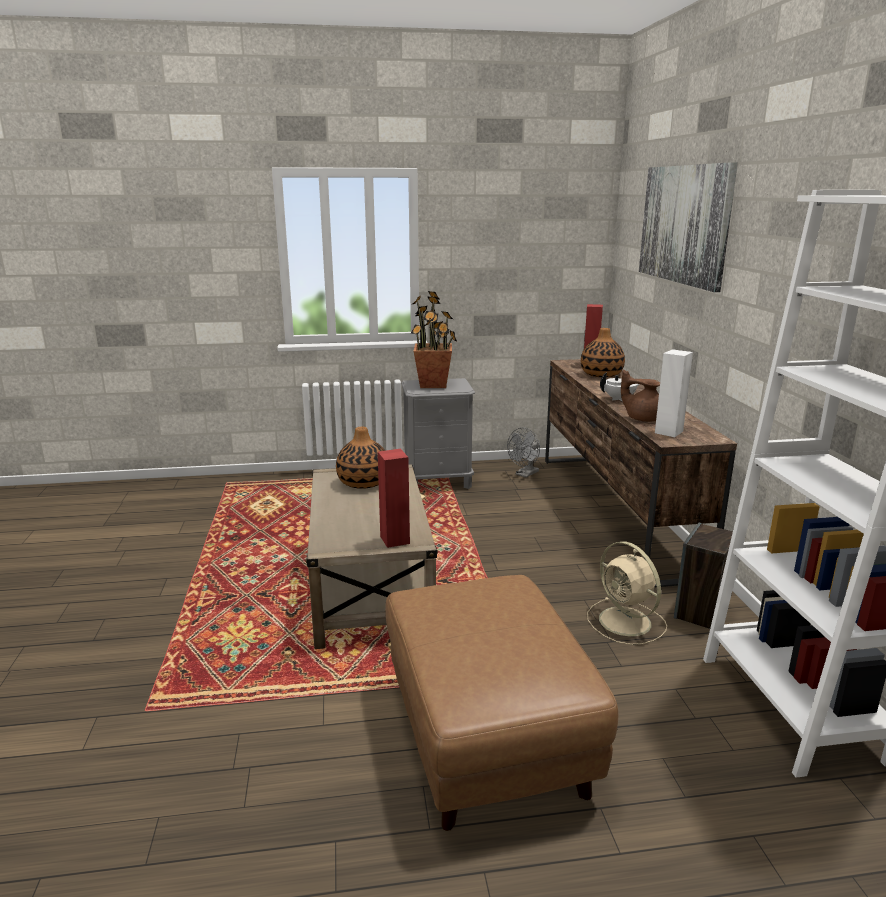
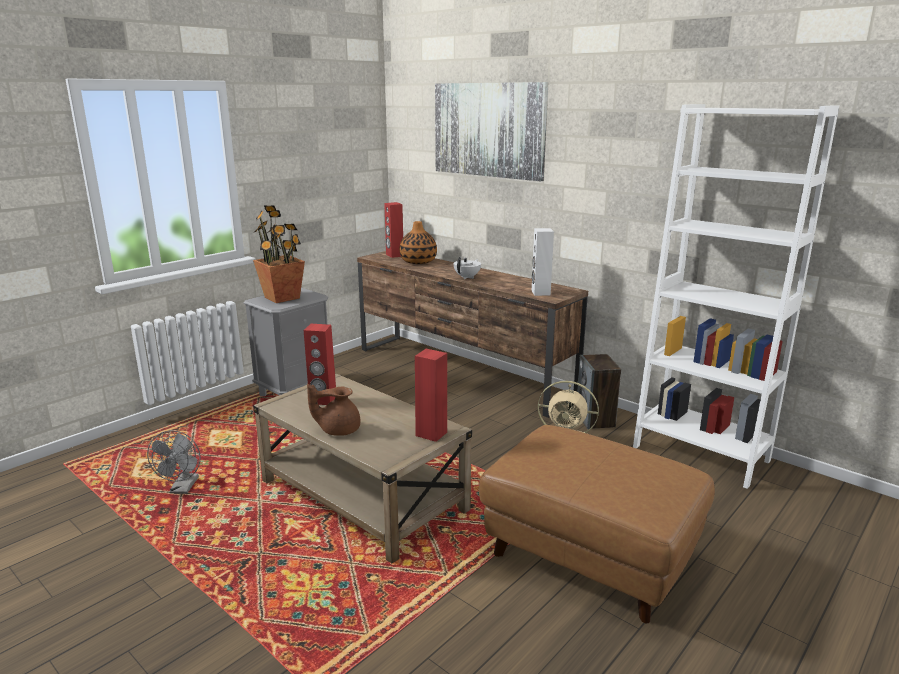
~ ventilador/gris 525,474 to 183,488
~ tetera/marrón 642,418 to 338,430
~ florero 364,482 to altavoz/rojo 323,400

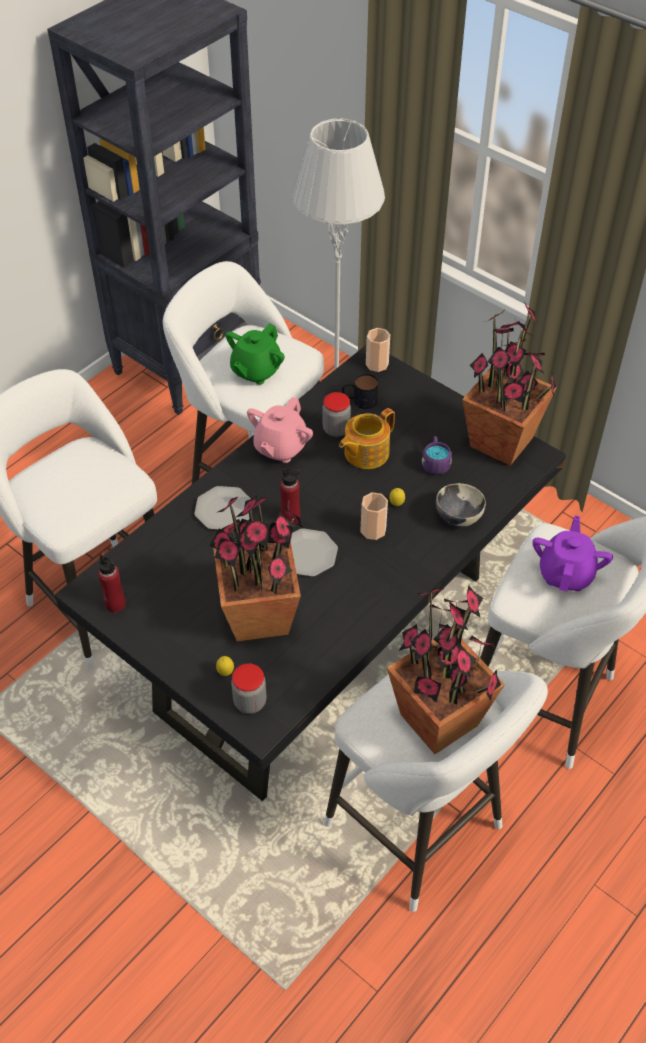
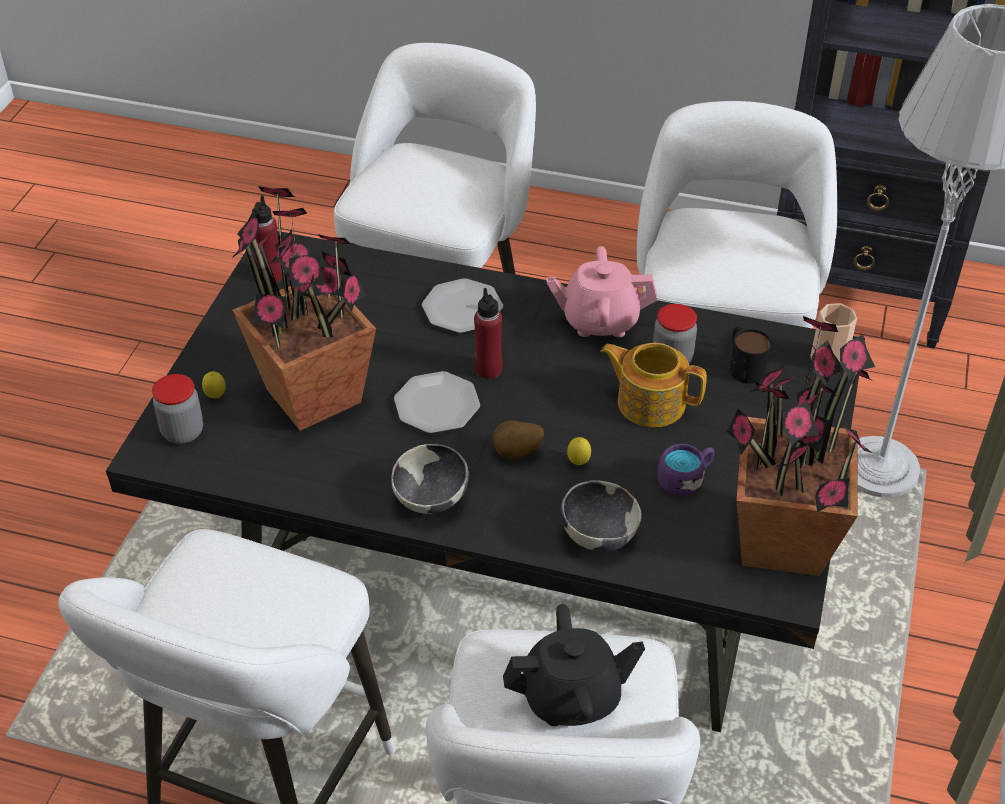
- tetera/verde 256,371
- planta en maceta 438,721
+ cuenco 431,500
~ taza 373,530 to patata 517,454
~ tetera/morado 566,573 to tetera/negro 572,697

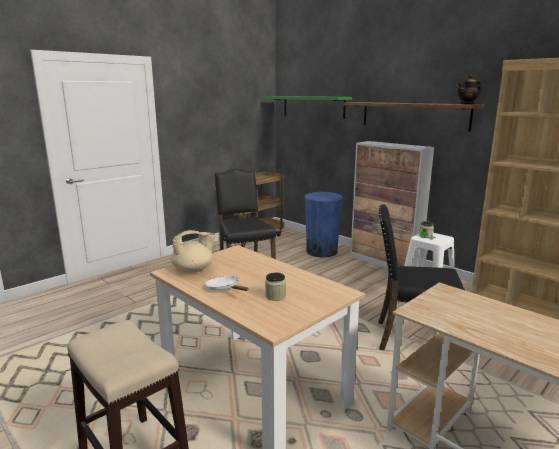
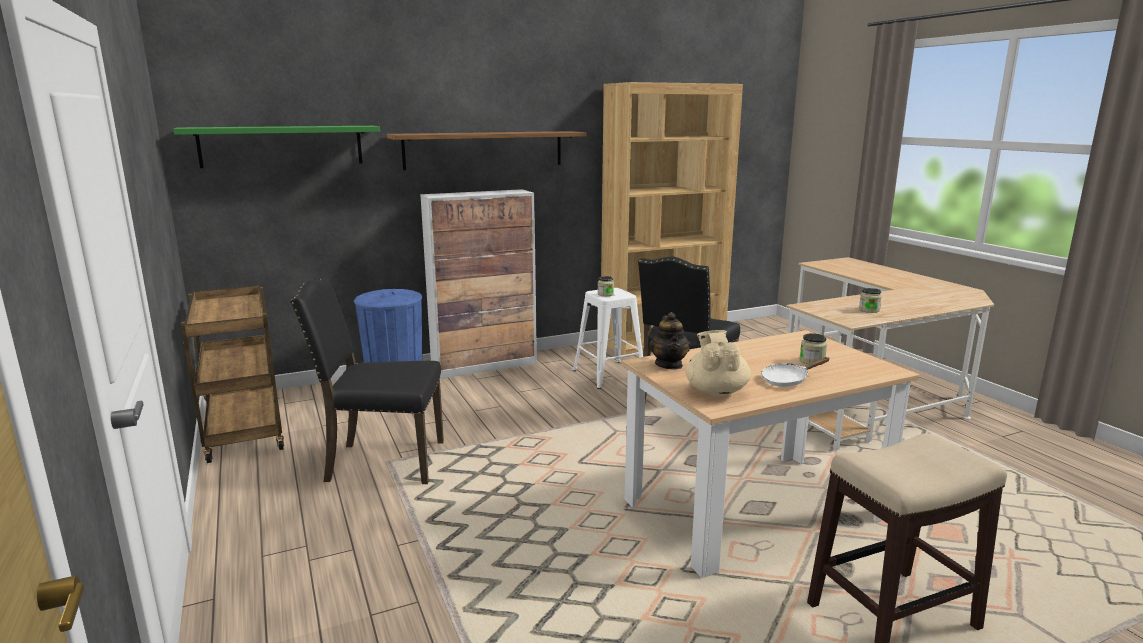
+ tarro 869,310
~ tetera 467,104 to 669,365

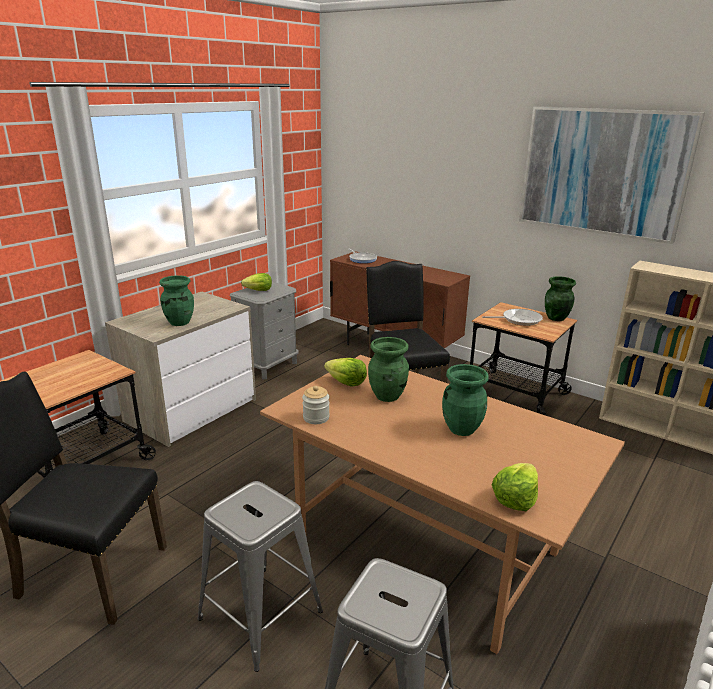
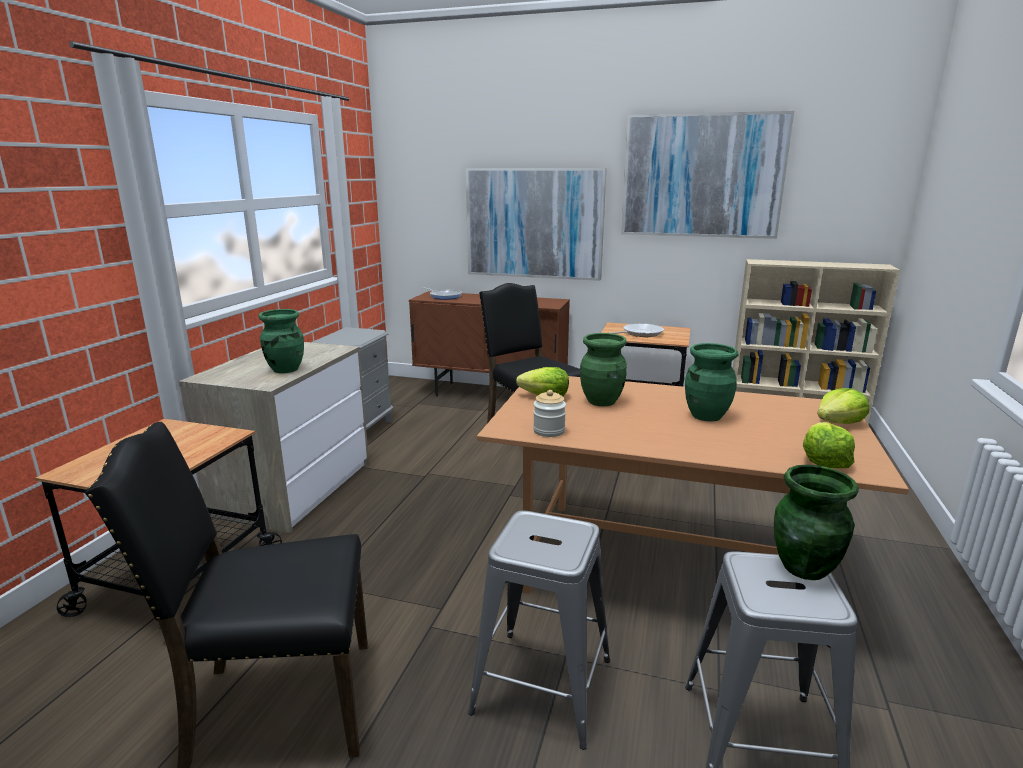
+ cuadro 534,223
~ lechuga 258,290 to 838,423
~ florero/verde 556,318 to 805,568

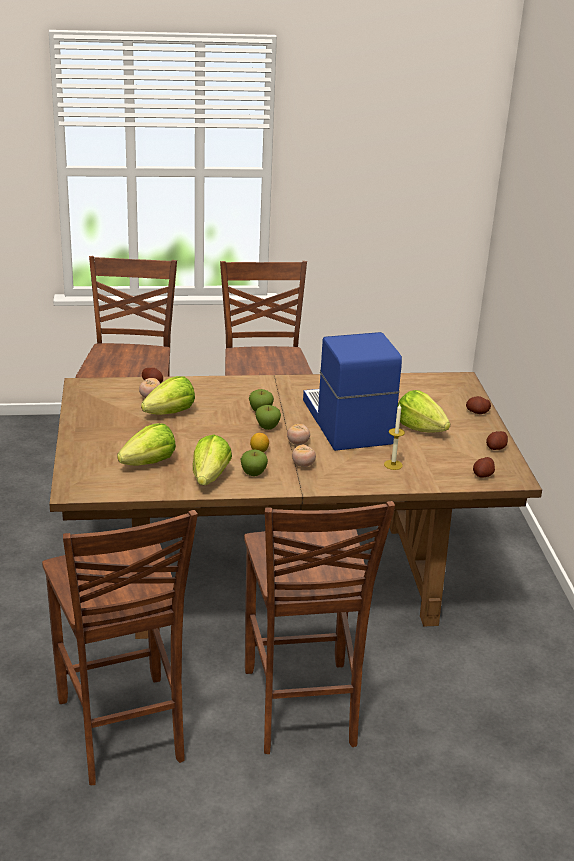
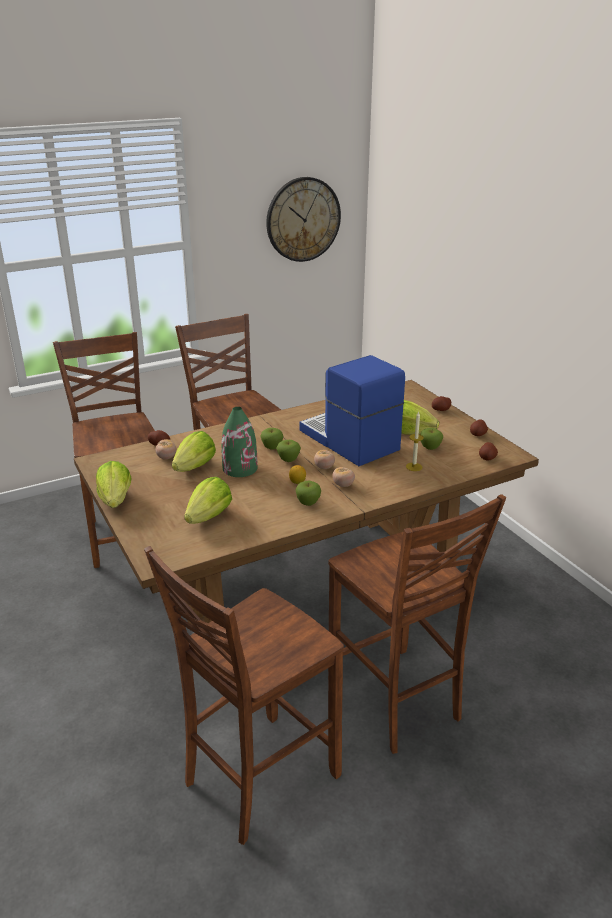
+ florero/verde 240,468
+ reloj de pared 303,219
+ manzana 430,448
~ lechuga 210,477 to 115,500
~ silla/marrón 122,732 = 257,778 90 degrees clockwise

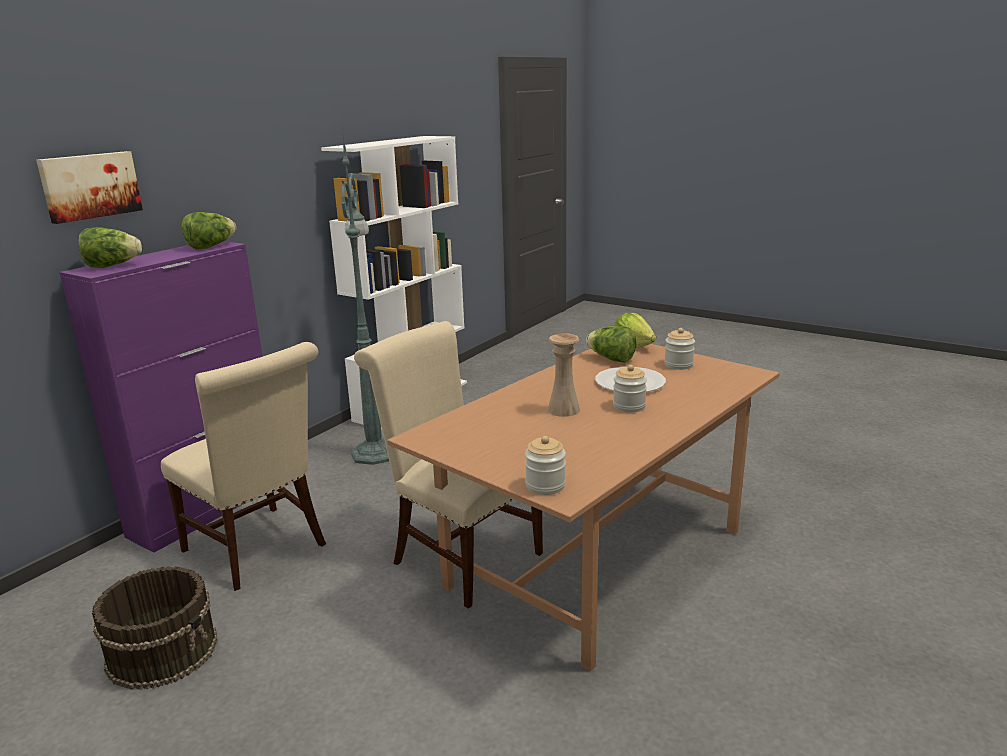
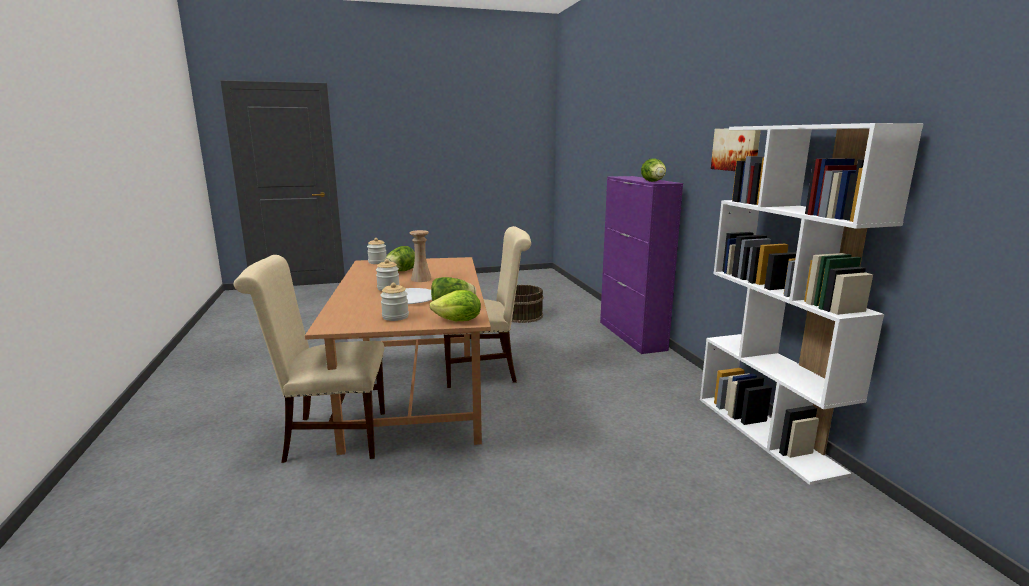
- lámpara de pie/verde 375,452
~ cuadro 90,186 to 736,149
~ lechuga 112,266 to 400,271
~ silla/beis 260,550 to 329,436

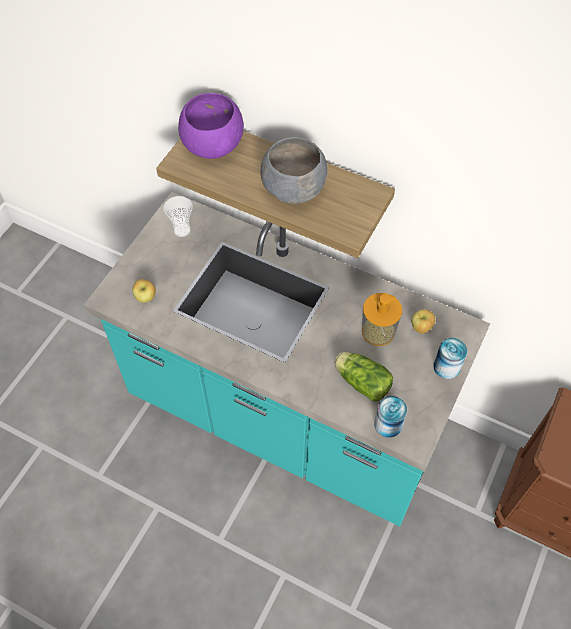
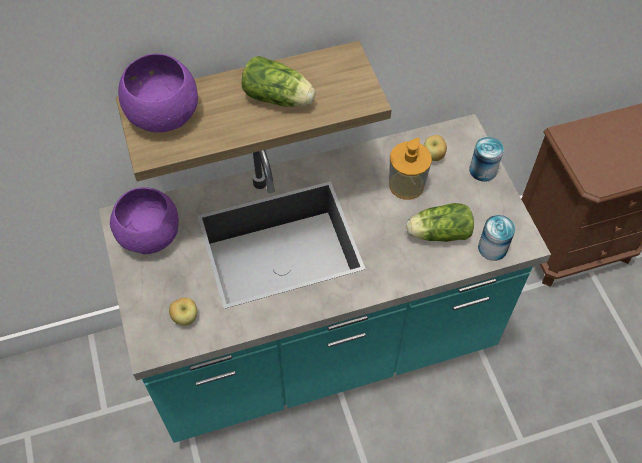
~ taza 182,230 to cuenco/morado 149,234
~ cuenco/gris 294,188 to lechuga 280,98

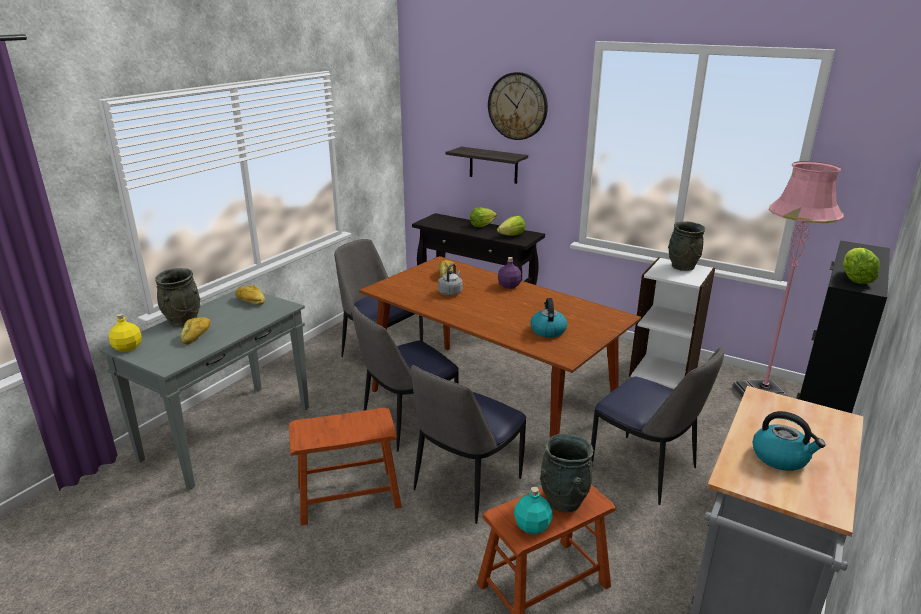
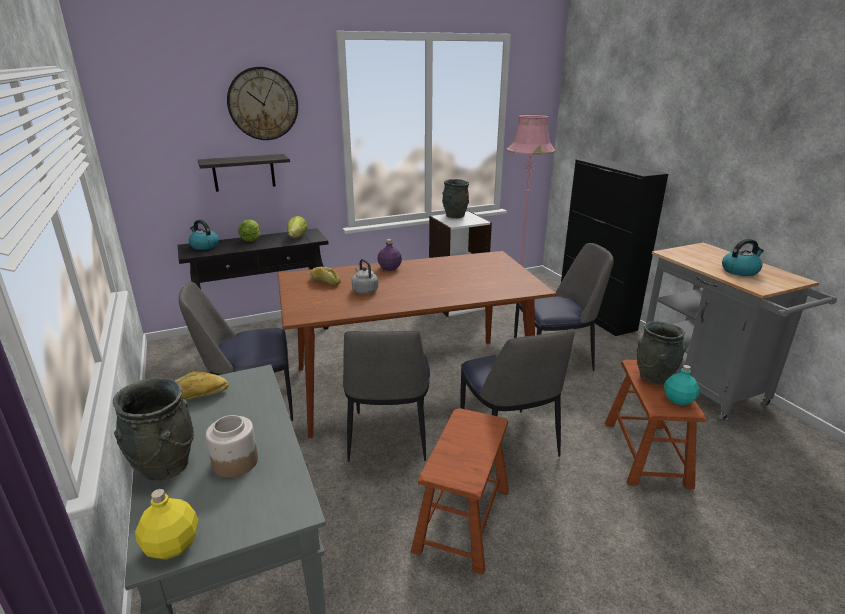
- lechuga 854,278
~ hervidor 547,330 to 204,246
~ pan 197,336 to tarro 235,462

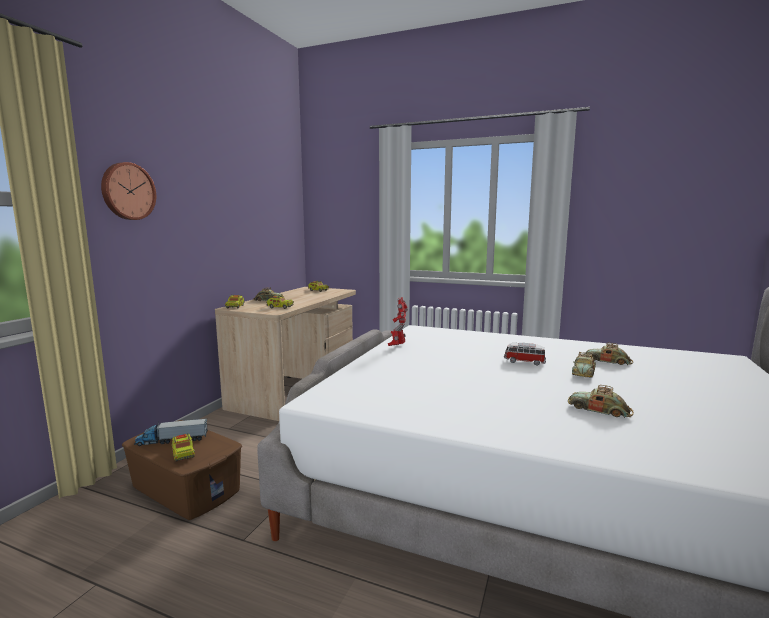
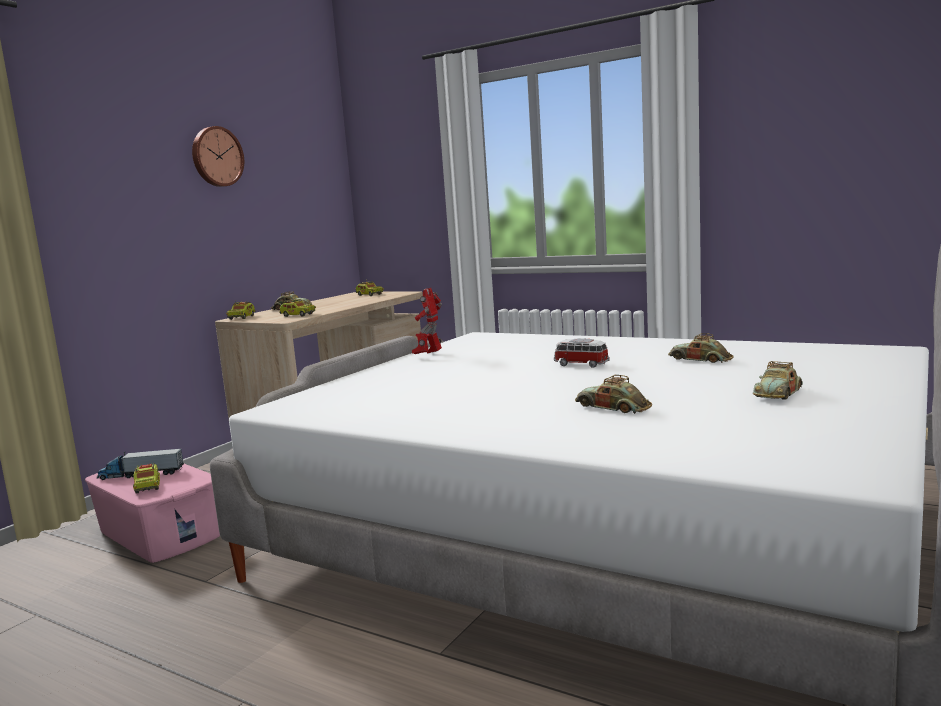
~ reloj de pared 127,191 to 216,157
~ coche de juguete 583,372 to 778,394
~ caja de almacenaje/marrón 186,487 to caja de almacenaje/rosa 160,533

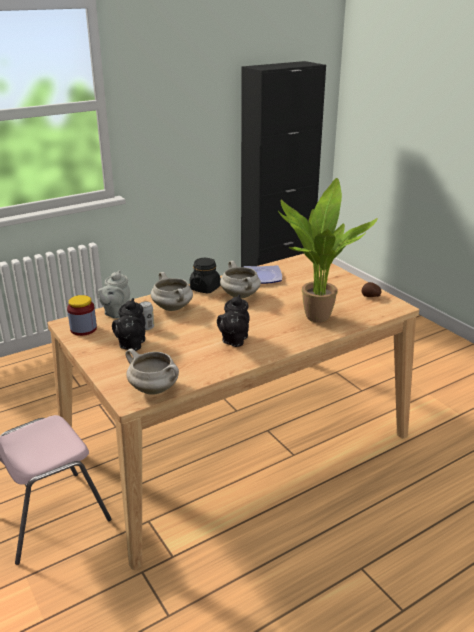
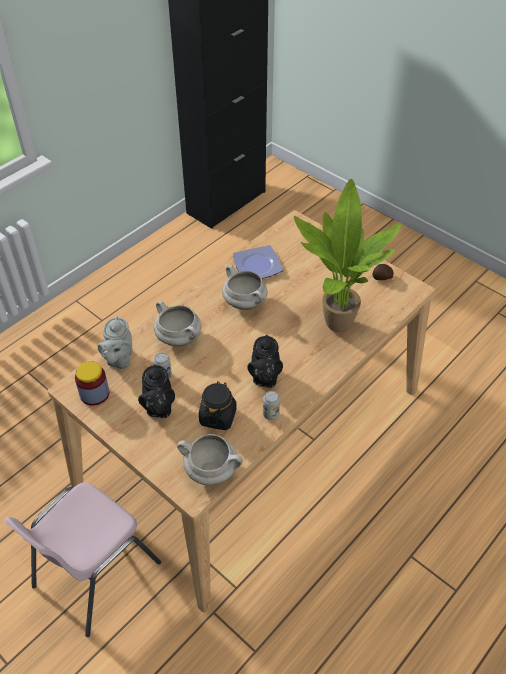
+ lata 271,414
~ tarro/negro 205,288 to 218,416

